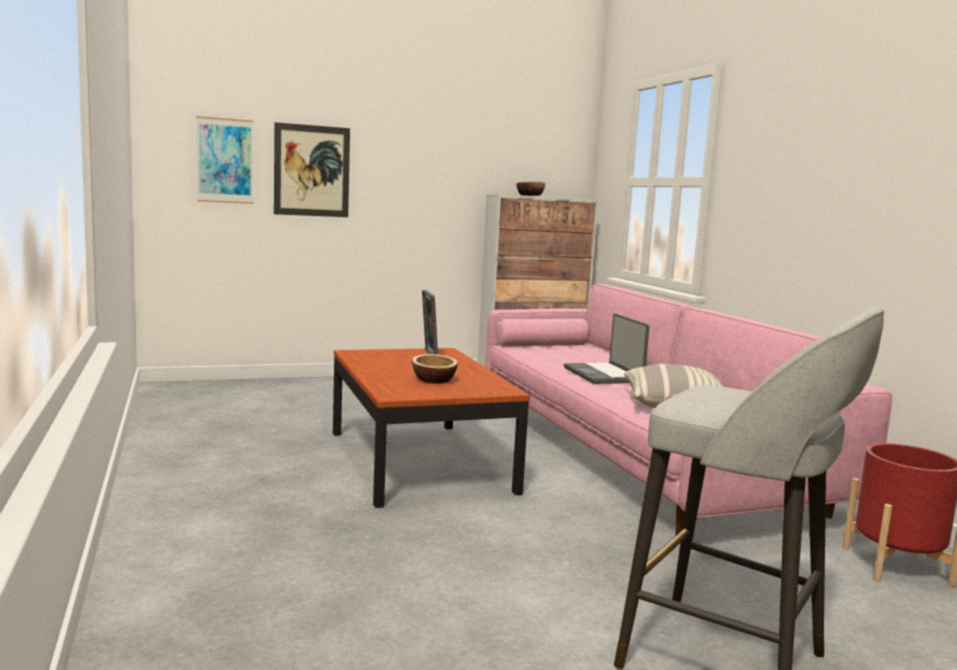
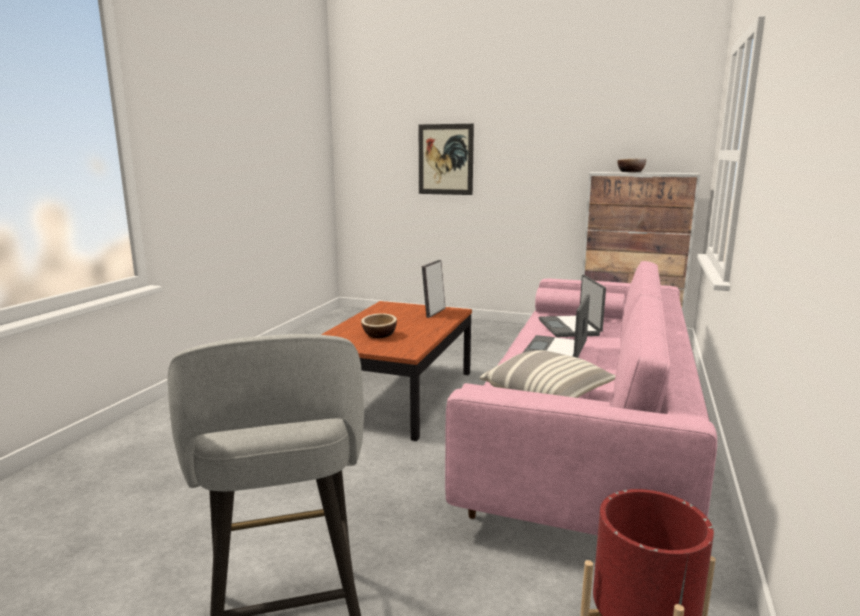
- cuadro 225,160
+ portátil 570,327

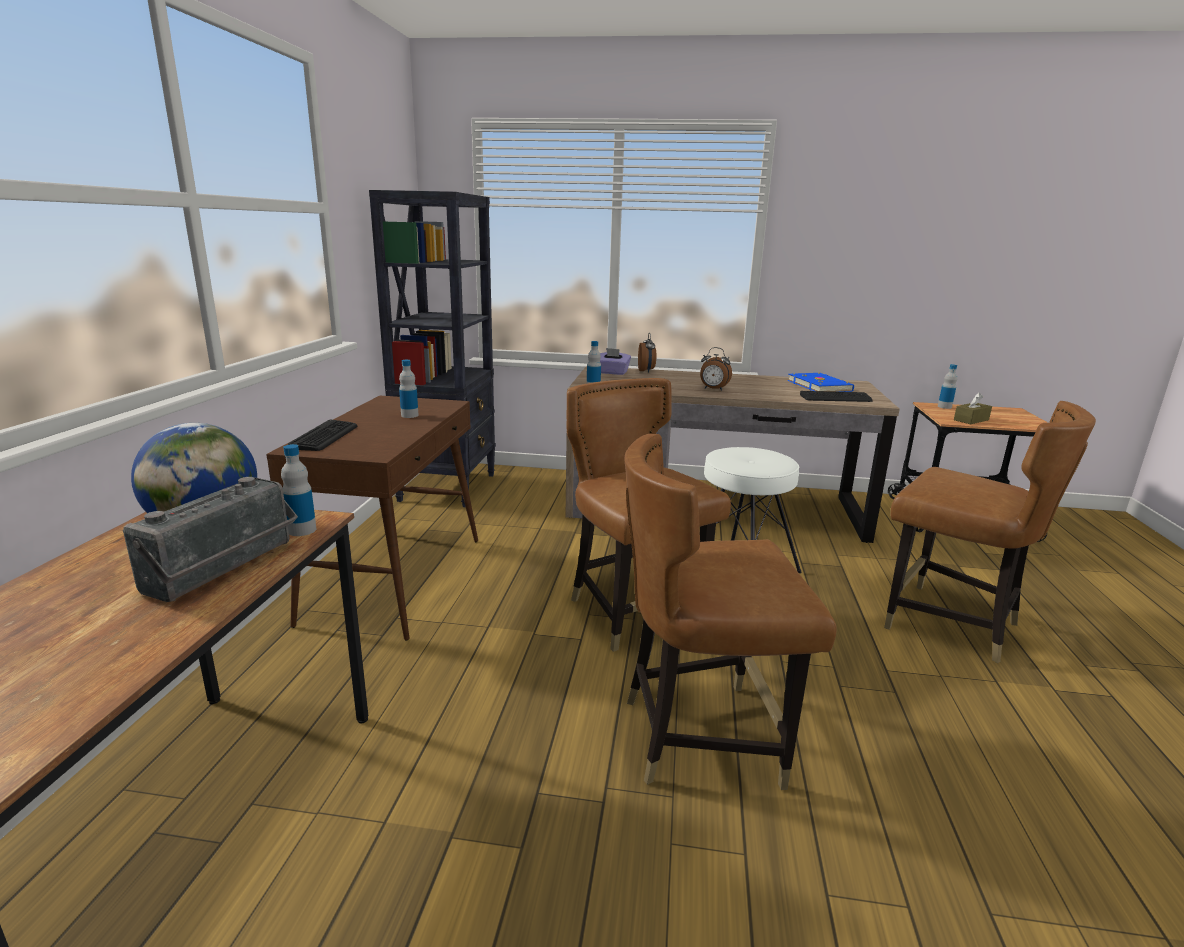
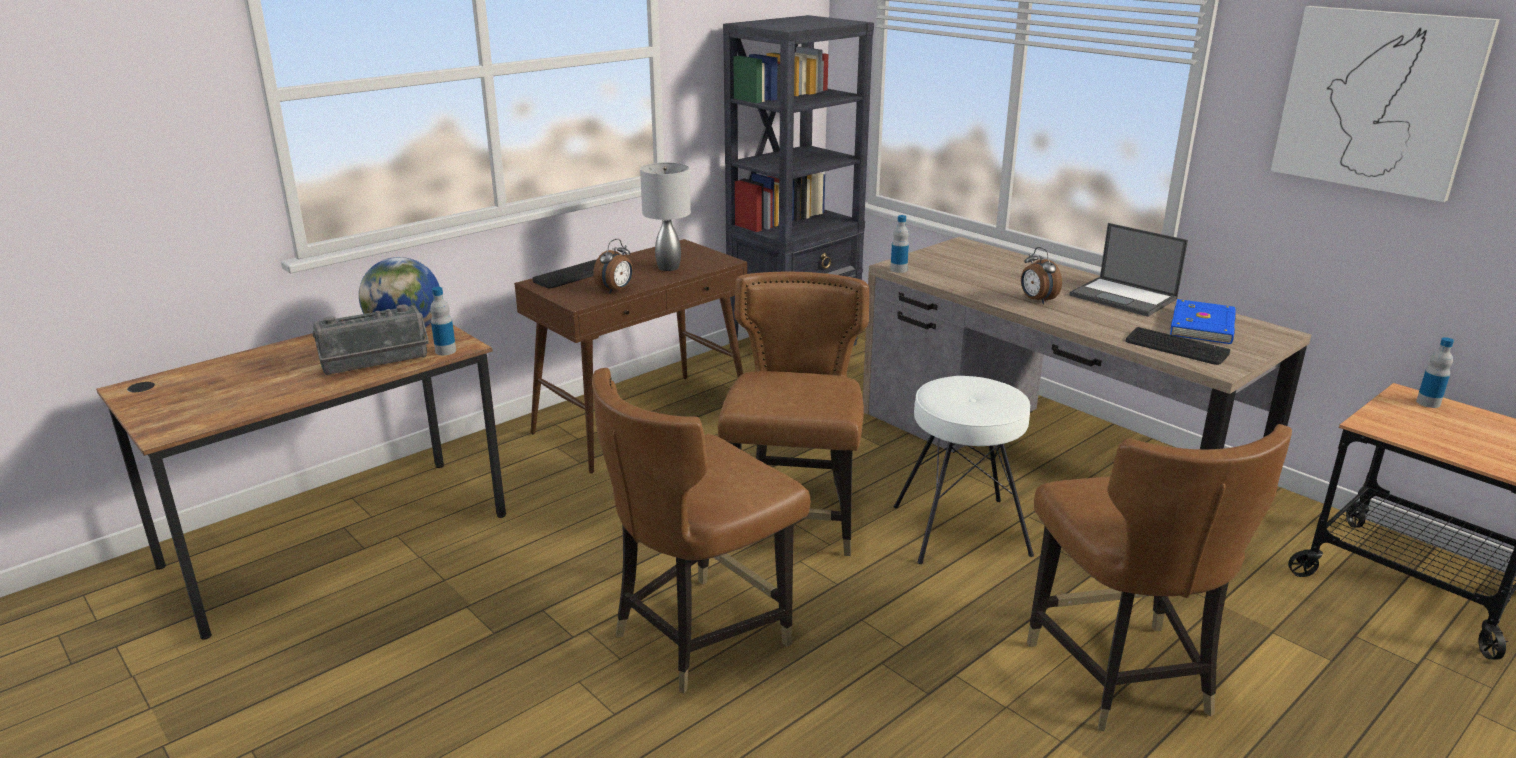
- caja de pañuelos/morado 612,373
- caja de pañuelos/marrón 971,420
+ portátil 1124,297
+ cuadro 1377,101
~ despertador 646,371 to 616,290
~ botella 409,415 to lámpara de mesa/gris 668,268
~ silla/marrón 701,735 = 699,635 75 degrees counterclockwise

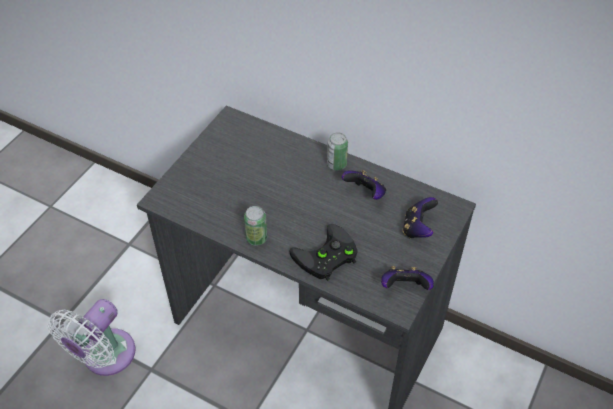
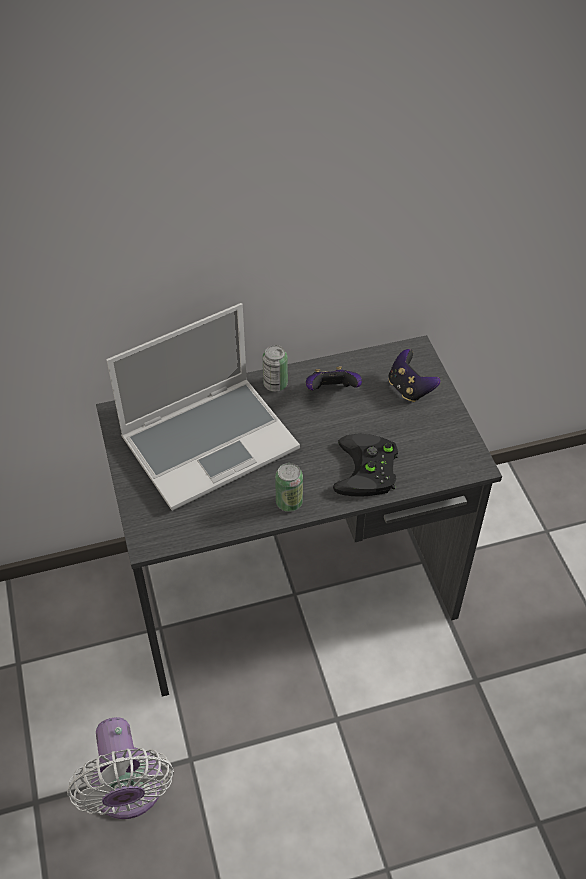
- mando de consola 404,287
+ portátil 210,442

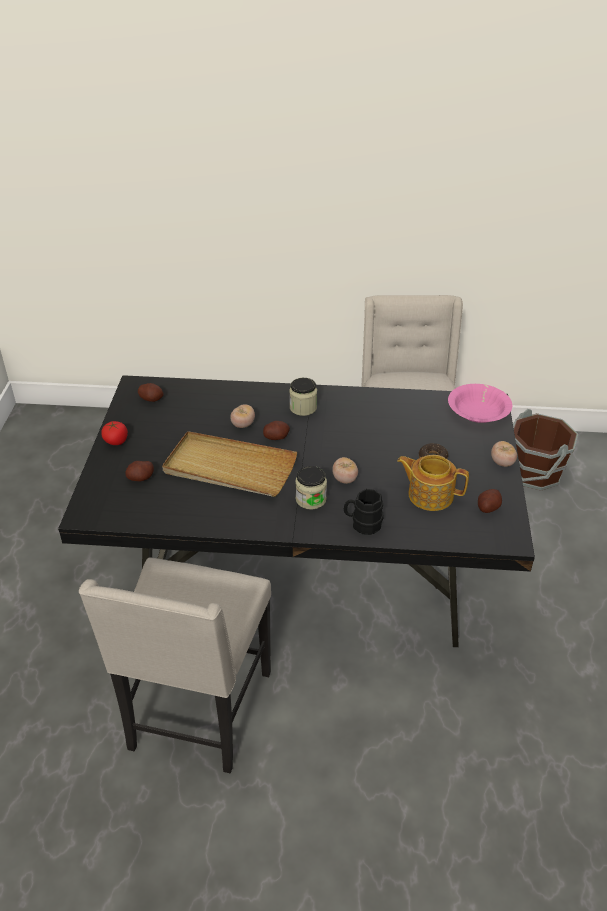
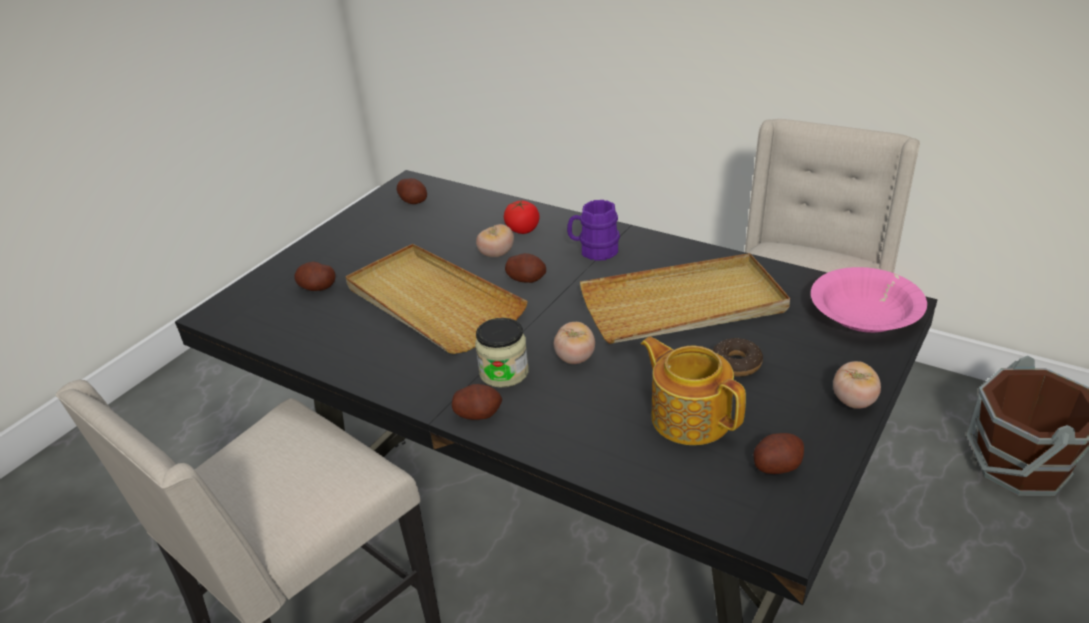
- taza grande/negro 362,524
+ patata 478,414
+ bandeja/beis 684,305
~ tomate 116,441 to 522,229
~ tarro 303,408 to taza grande/morado 594,251

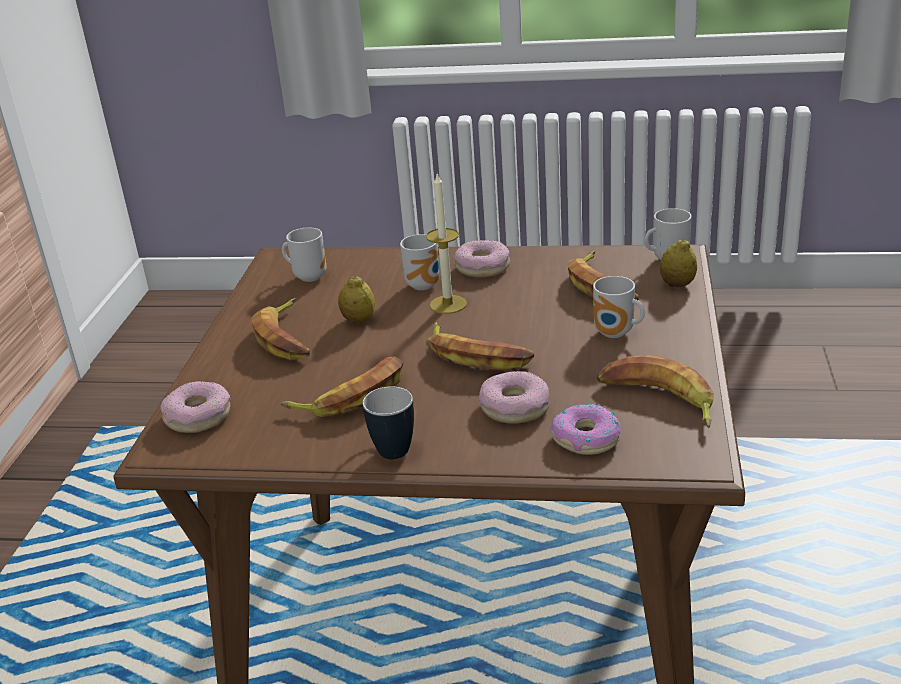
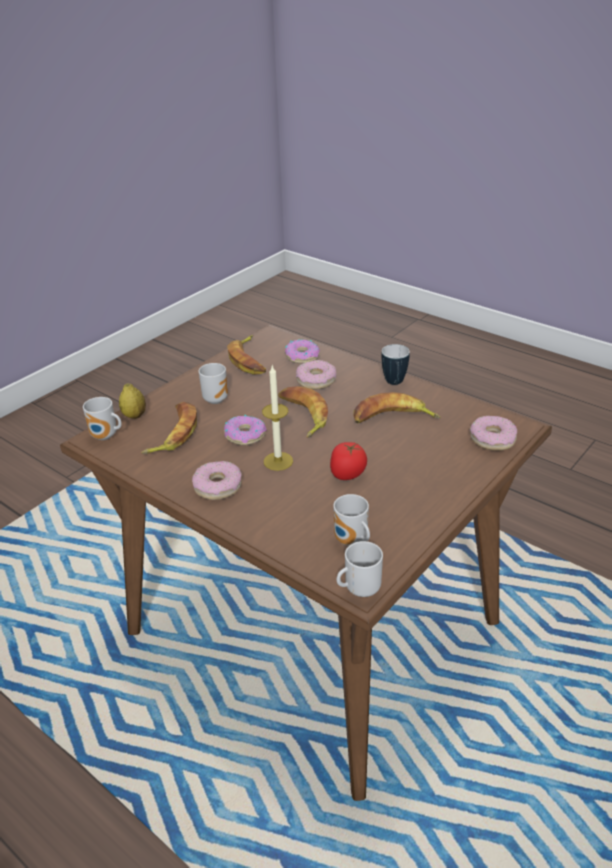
- plátano 287,337
+ rosquilla 245,435
~ taza grande 426,285 to 359,589
~ limón 359,320 to tomate 347,473

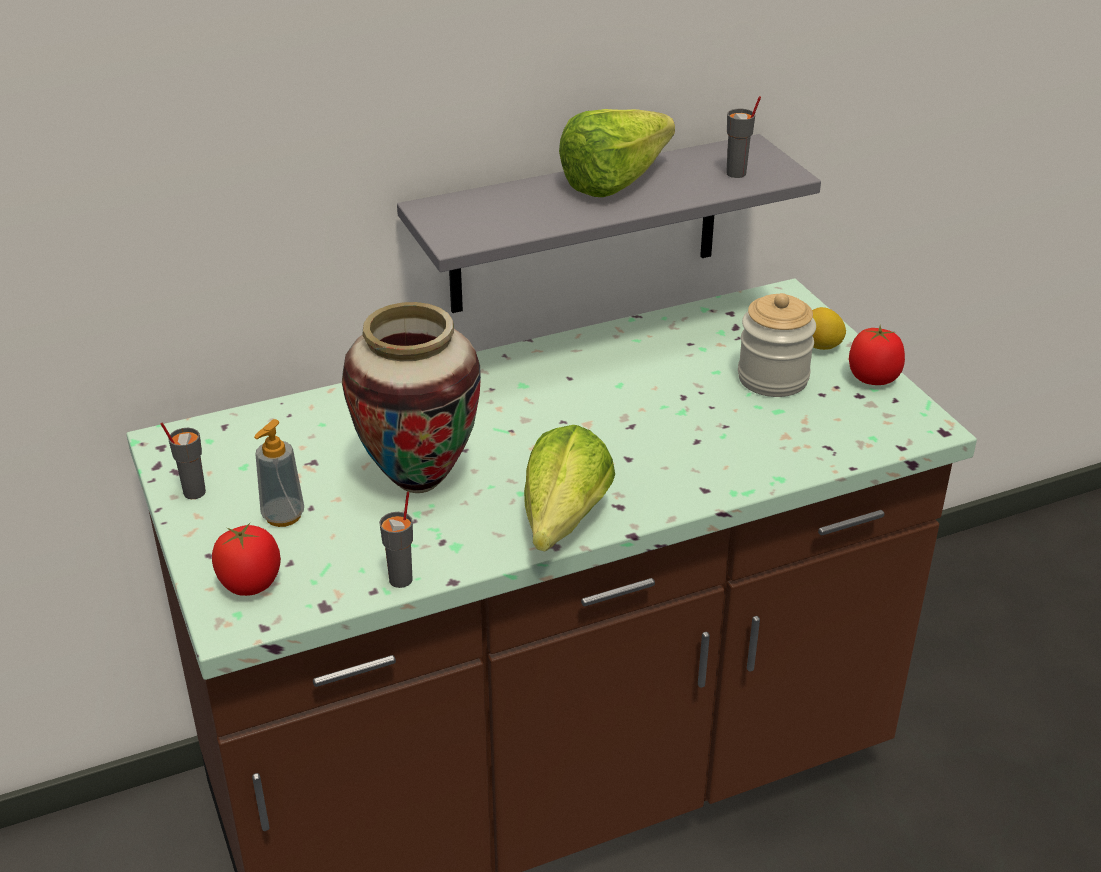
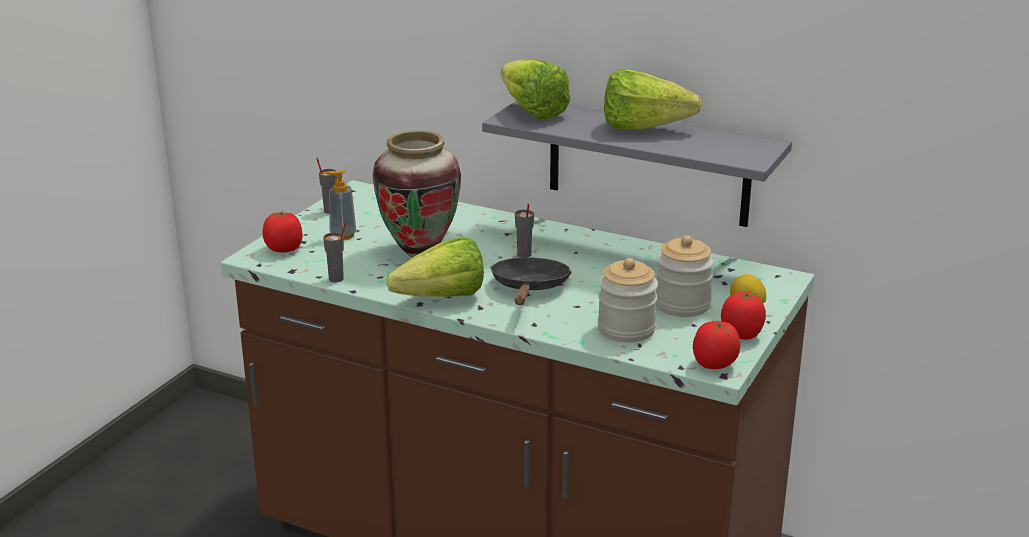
+ sartén/negro 529,288
+ lechuga 529,109
+ tarro 626,329
+ tomate 714,364
~ taza/gris 736,173 to 524,255

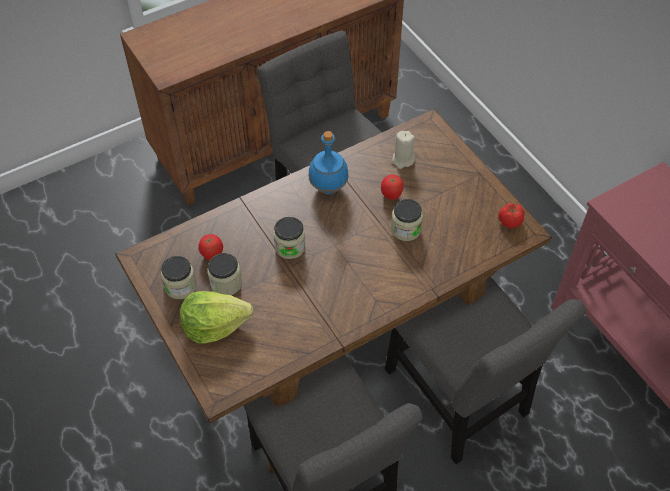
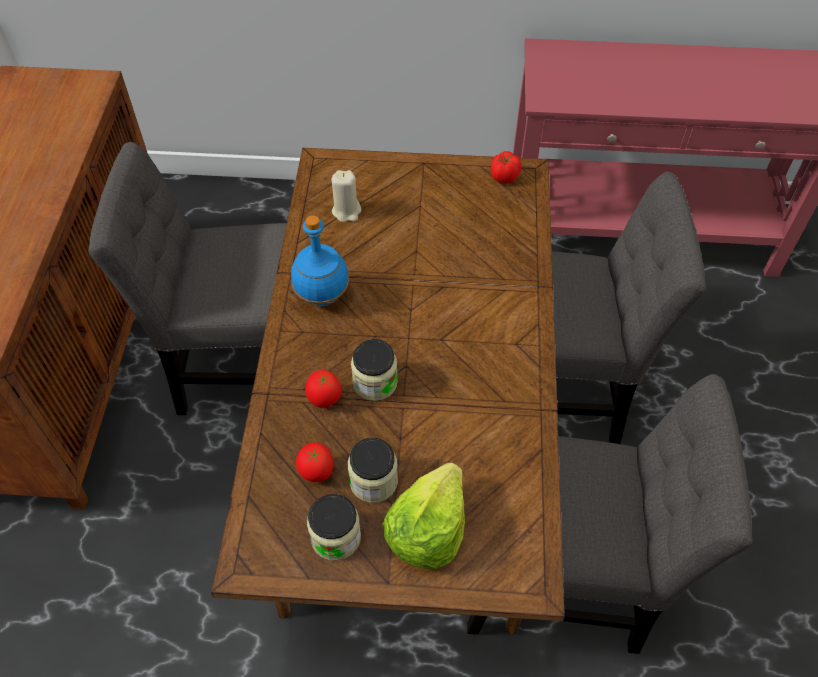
- tarro 405,229
~ tomate 391,195 to 324,400

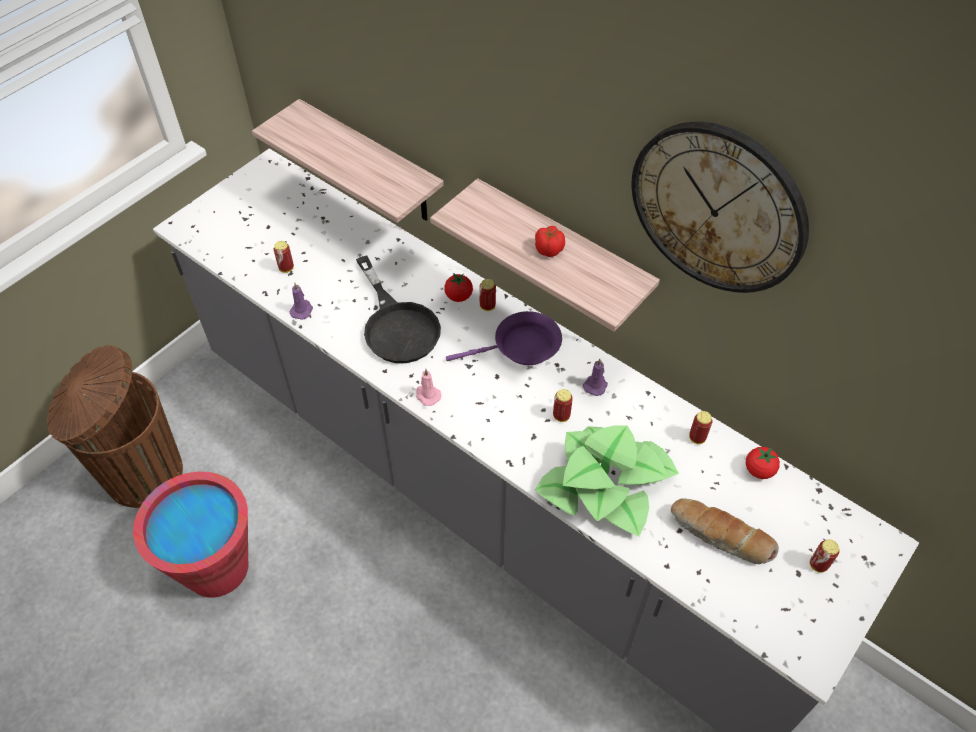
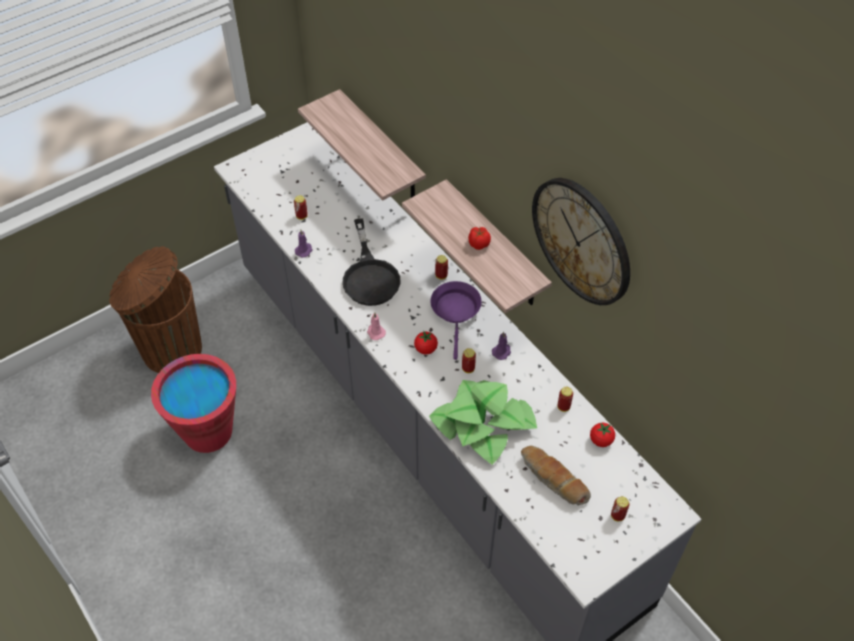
~ tomate 458,296 to 425,349
~ sartén/morado 521,347 = 456,312 90 degrees counterclockwise

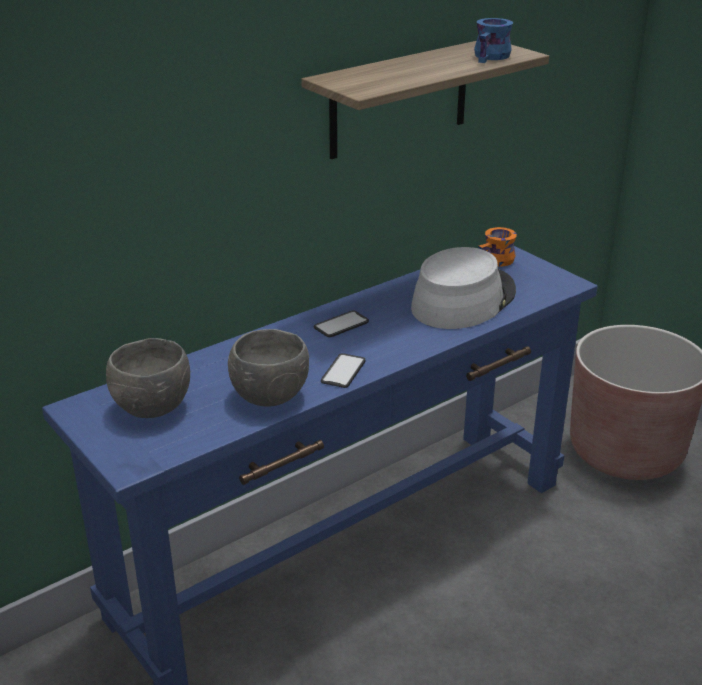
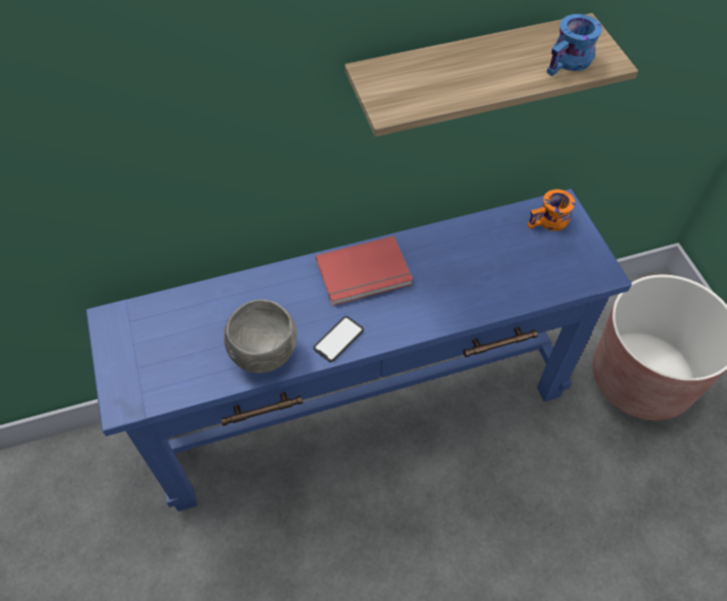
- cuenco/gris 151,408
- sombrero/gris 463,300
~ móvil 341,325 to libro/rojo 365,274

